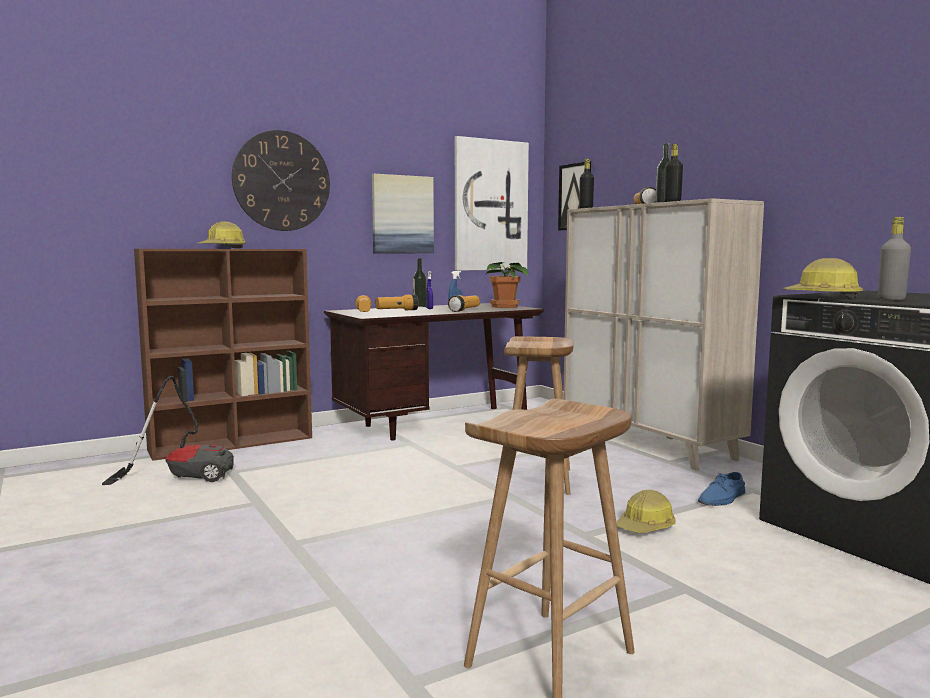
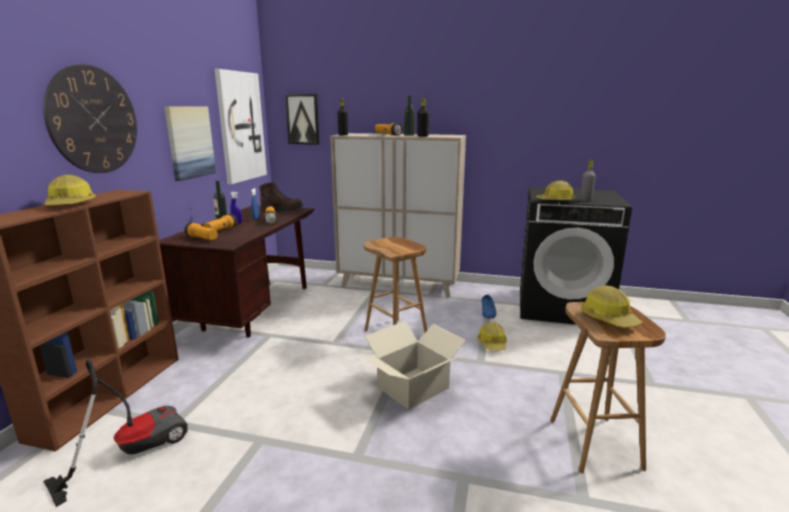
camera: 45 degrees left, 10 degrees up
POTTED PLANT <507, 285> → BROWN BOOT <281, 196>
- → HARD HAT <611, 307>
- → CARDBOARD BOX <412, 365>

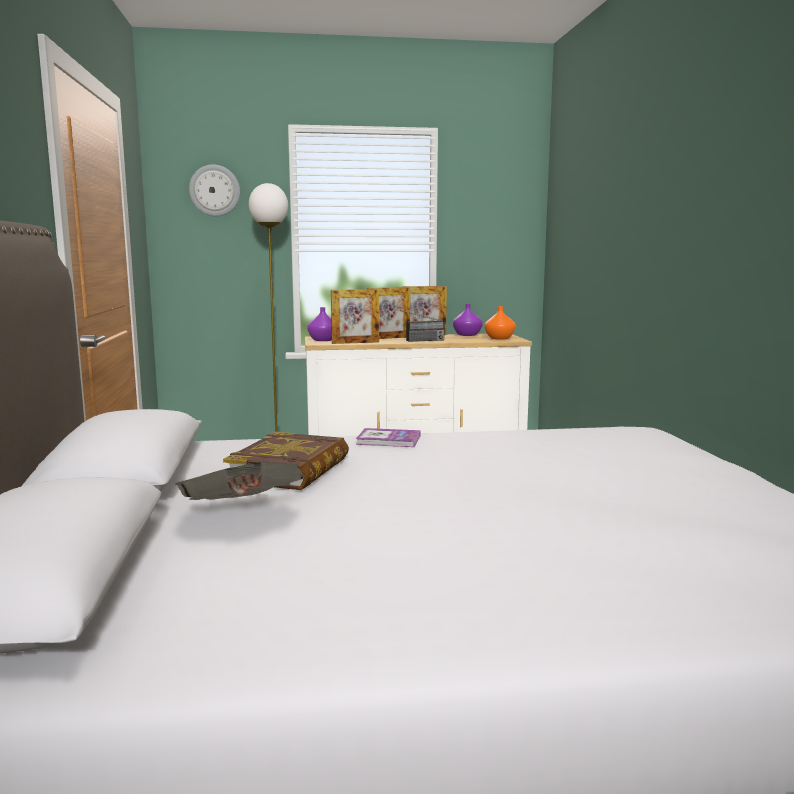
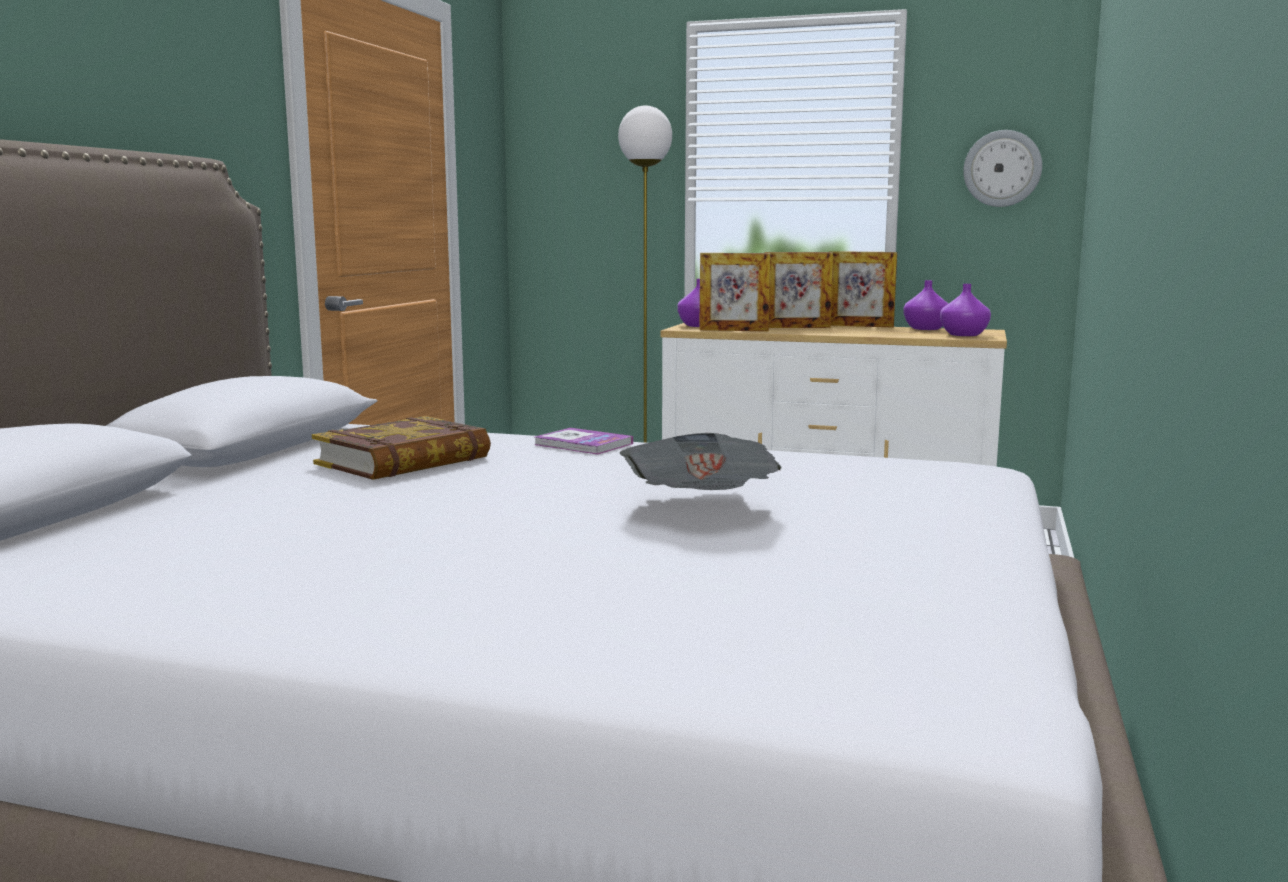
camera: 25 degrees right, 0 degrees up
WALL CLOCK <214, 190> → WALL CLOCK <1002, 168>, shifted
ORANGE VASE <500, 323> → PURPLE VASE <965, 310>
RADIO <416, 324> → -
NEWSPAPER <239, 481> → NEWSPAPER <700, 461>, shifted

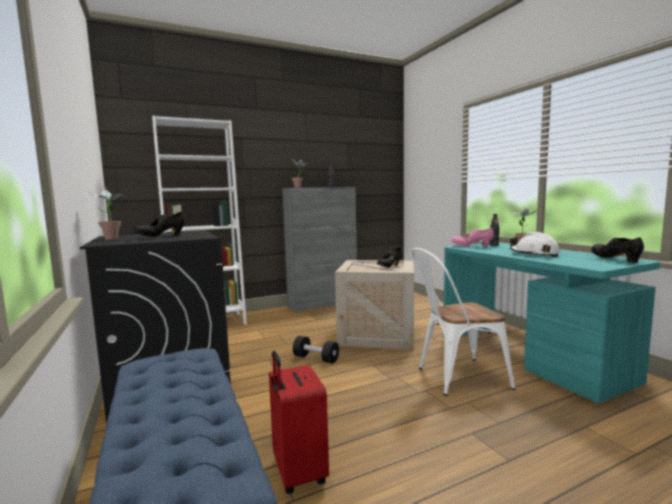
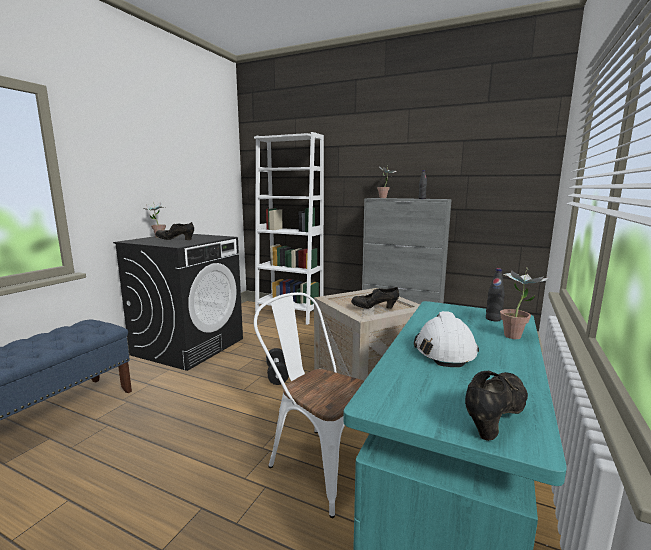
camera: 50 degrees right, 5 degrees up
PINK SHOE <472, 237> → -
RED SUITCASE <299, 422> → -

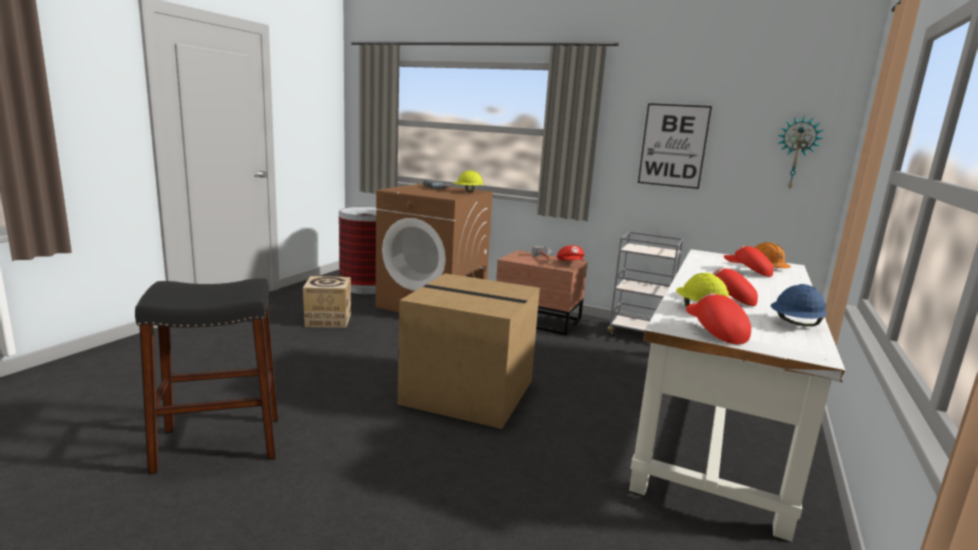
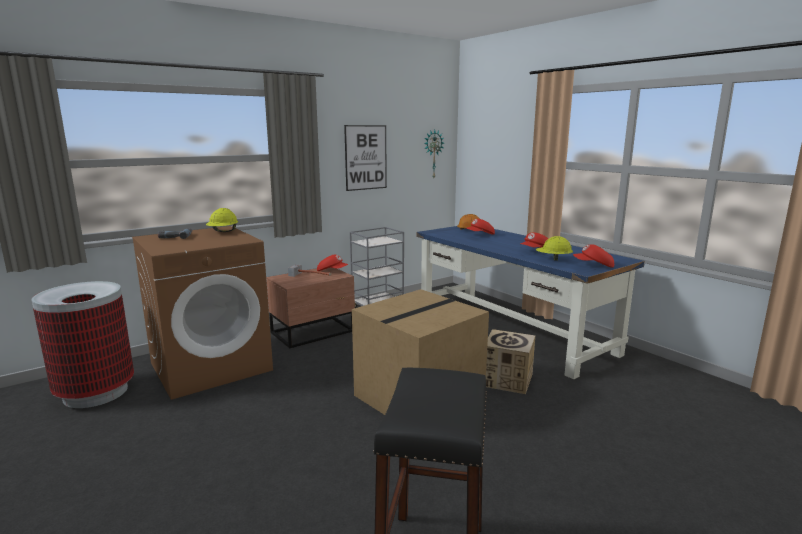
camera: 60 degrees left, 0 degrees up
WHITE DESK <737, 395> → BLUE DESK <531, 303>
CARDBOARD BOX <327, 302> → CARDBOARD BOX <510, 361>, shifted
BLUE HARD HAT <799, 305> → -

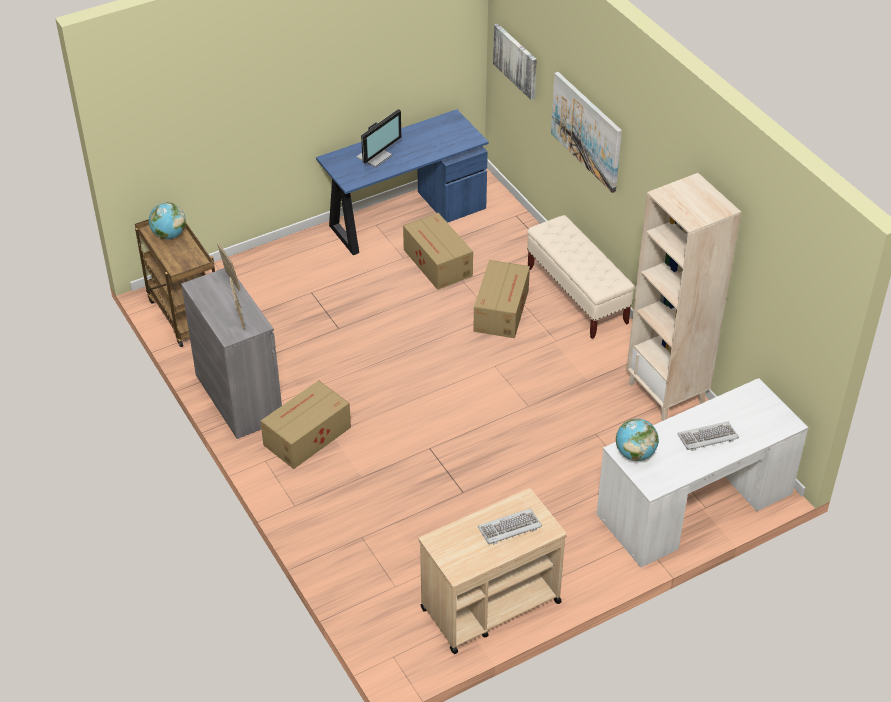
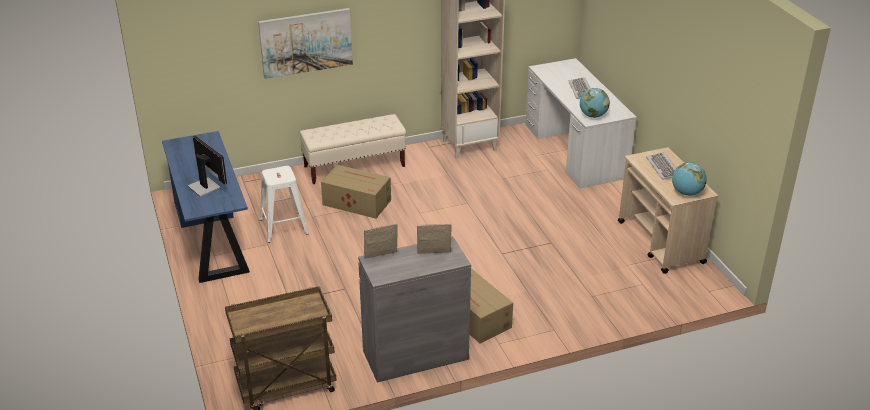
camera: 80 degrees left, 10 degrees down
PICTURE <515, 62> → -
GLOBE <167, 220> → GLOBE <689, 179>, shifted
CARDBOARD BOX <438, 251> → WHITE STOOL <284, 204>

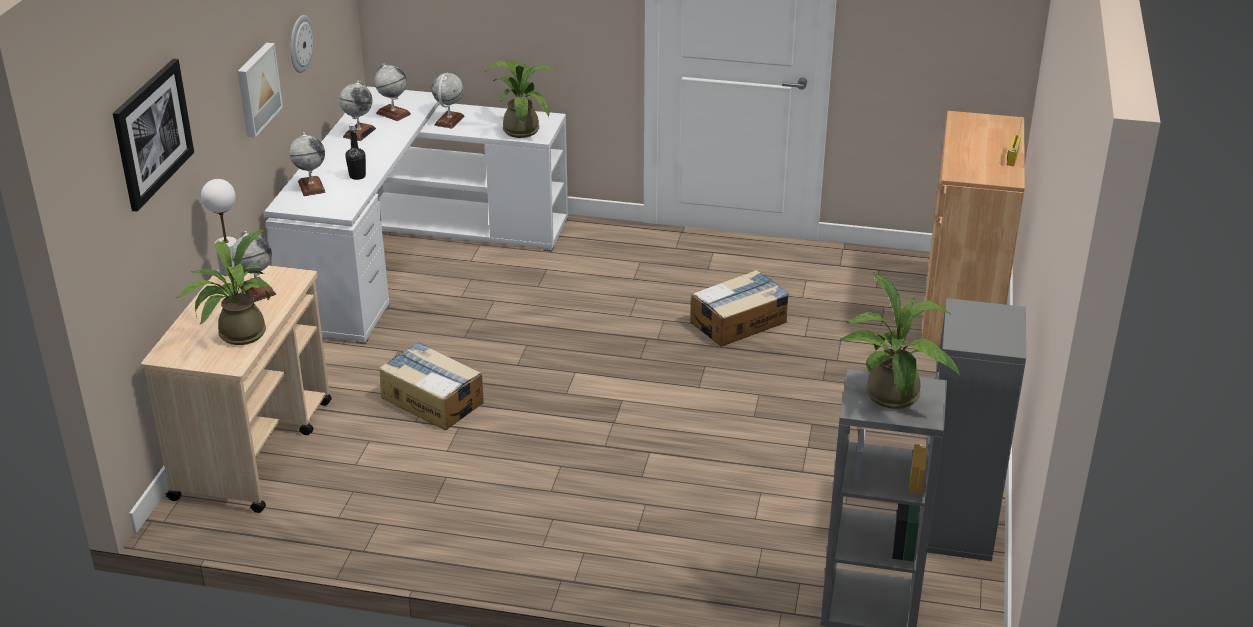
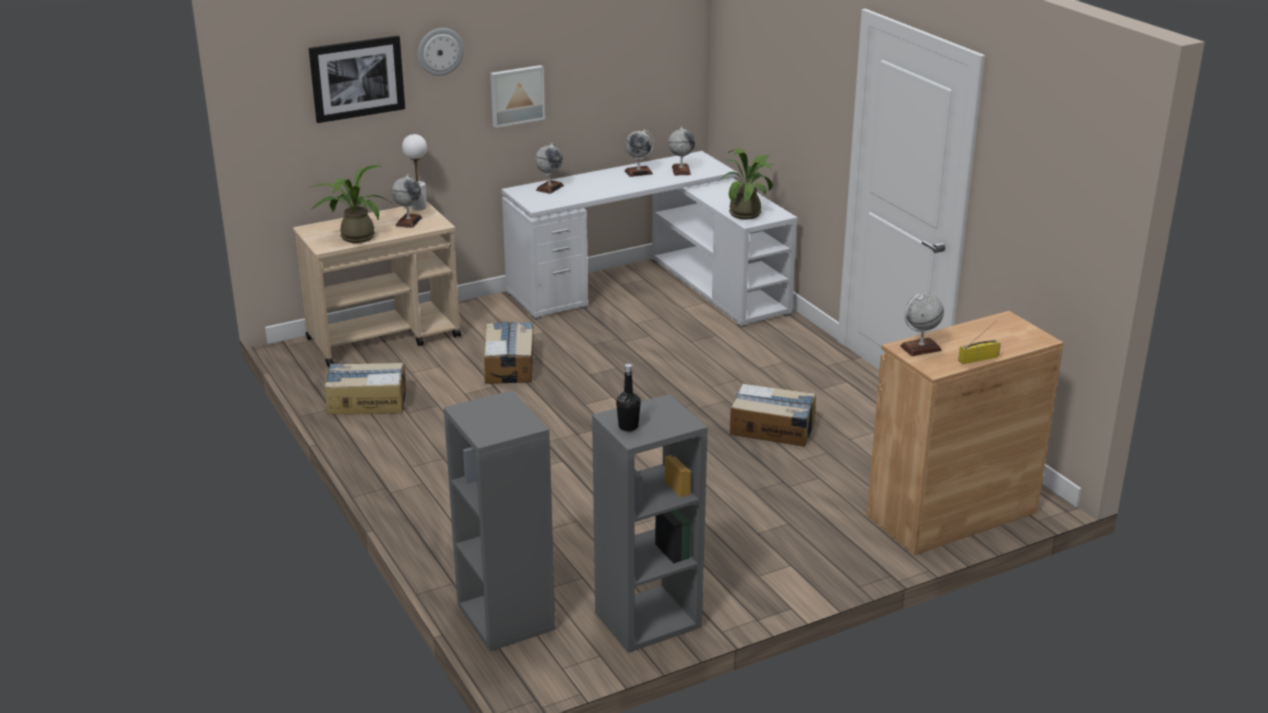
camera: 50 degrees right, 5 degrees down
WALL CLOCK <302, 44> → WALL CLOCK <441, 52>, shifted
GLOBE <448, 100> → GLOBE <922, 324>, shifted
BLACK BOTTLE <355, 152> → BLACK BOTTLE <628, 397>, shifted
POTTED PLANT <900, 340> → -
- → CARDBOARD BOX <365, 389>

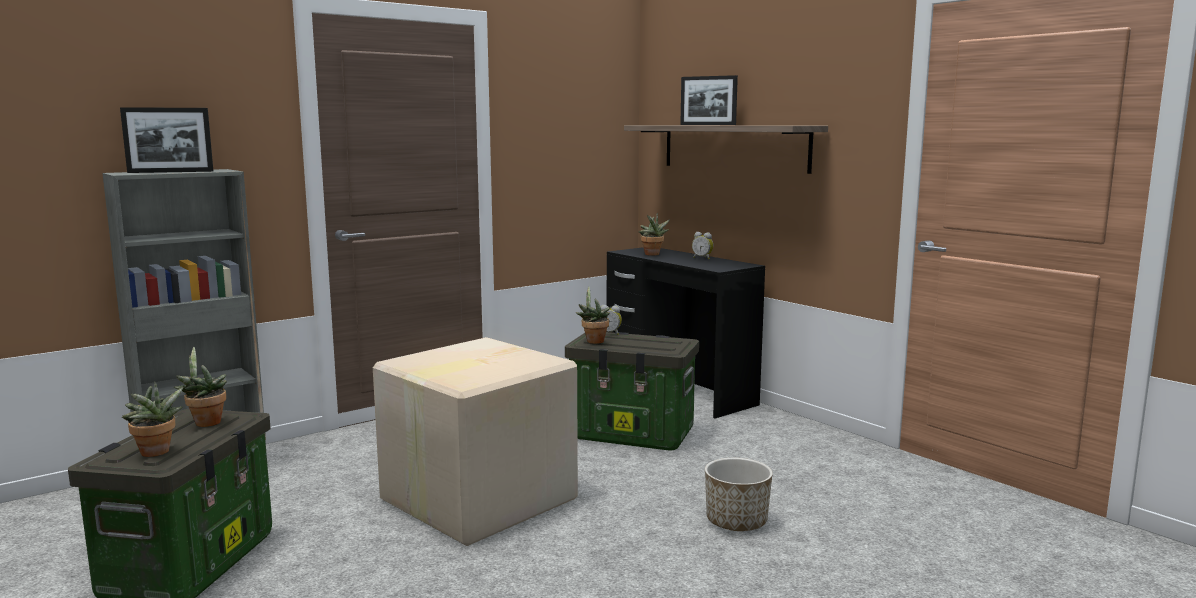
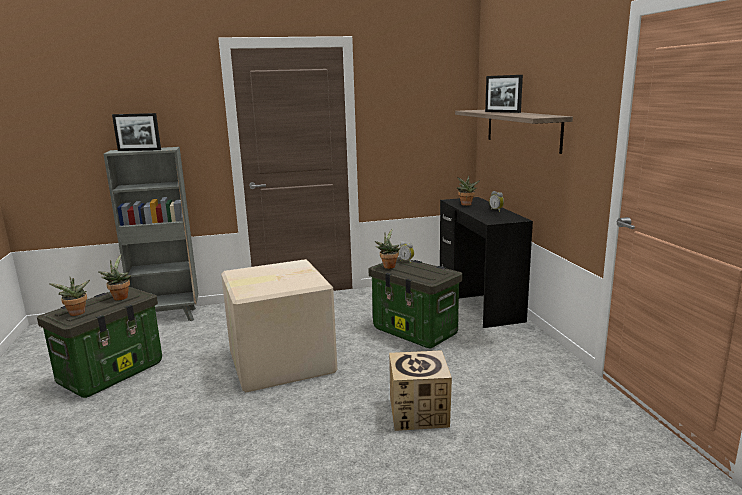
camera: 25 degrees right, 5 degrees up
PLANTER <739, 494> → CARDBOARD BOX <420, 390>

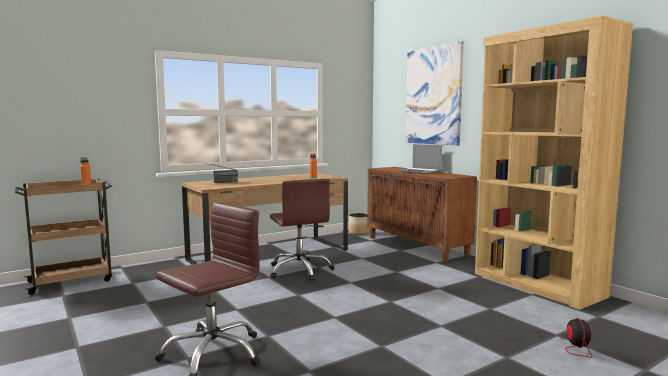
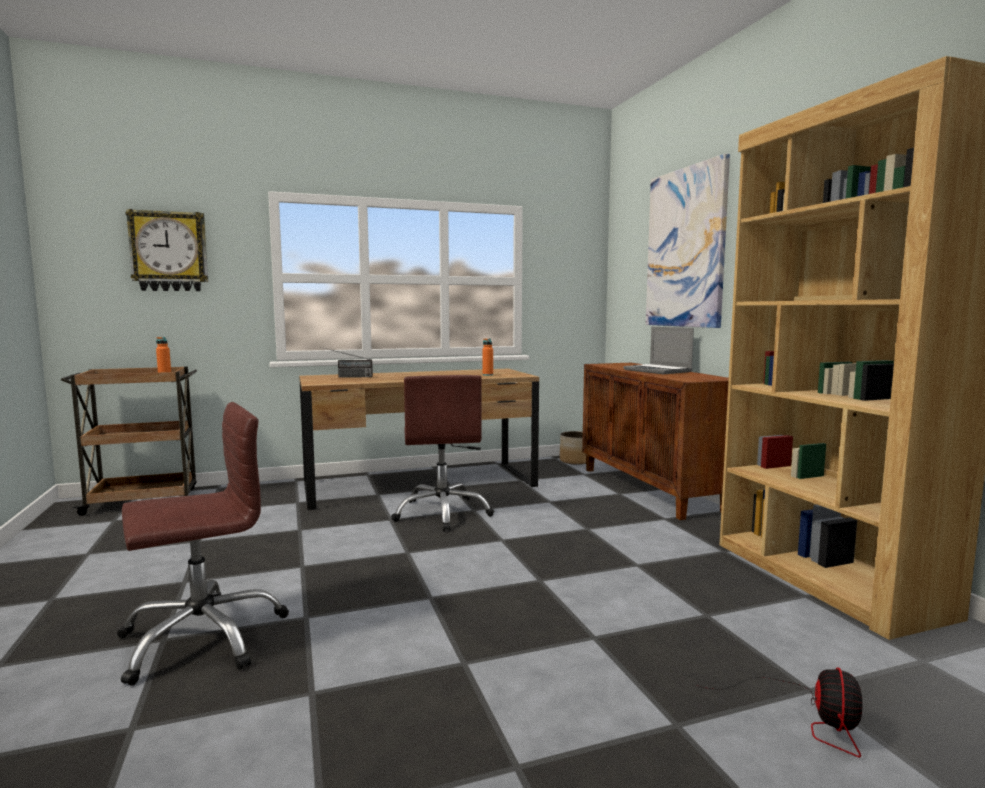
camera: 15 degrees right, 0 degrees up
- → WALL CLOCK <166, 250>

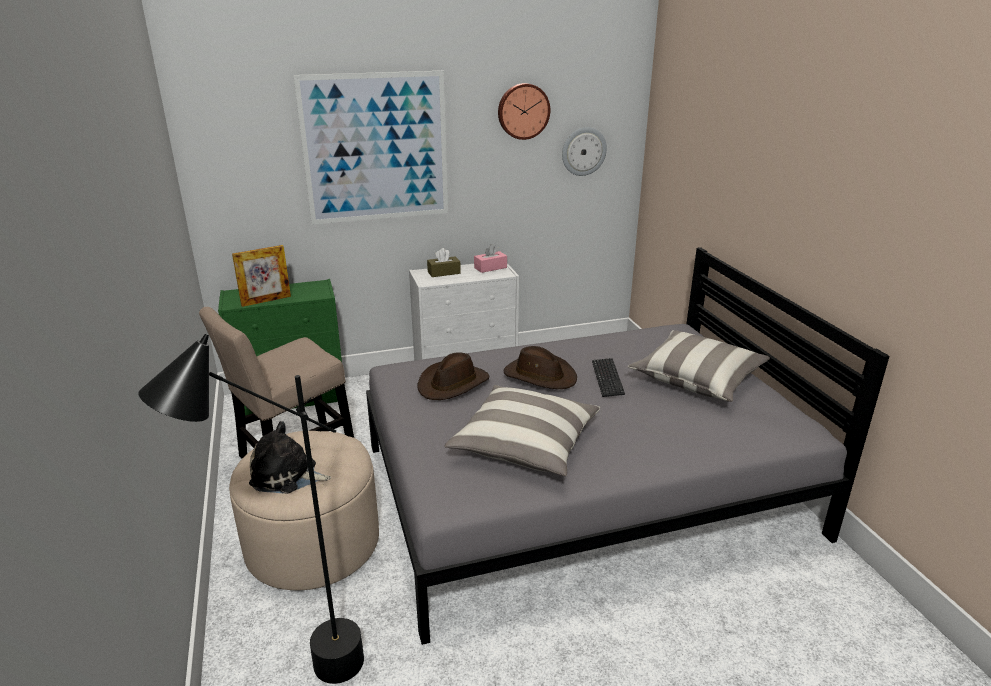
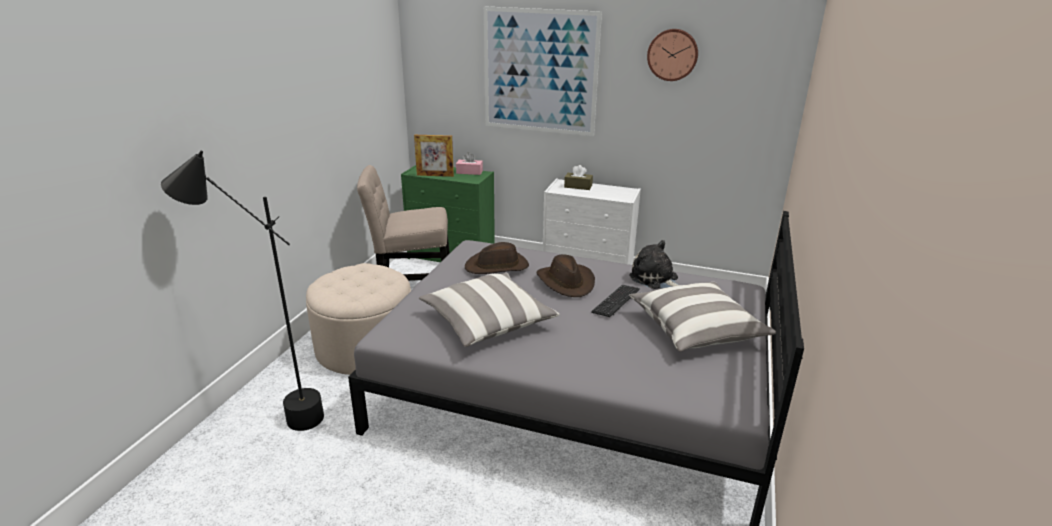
camera: 35 degrees right, 0 degrees up
WALL CLOCK <584, 151> → -
PINK TISSUE BOX <490, 258> → PINK TISSUE BOX <469, 163>, shifted
PLUSH TOY <290, 457> → PLUSH TOY <654, 264>, shifted

